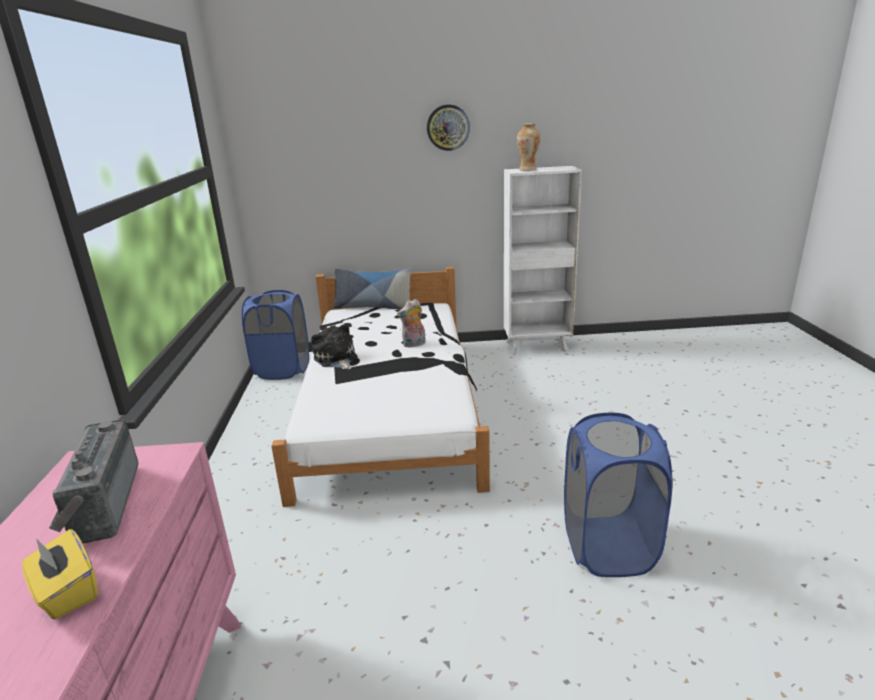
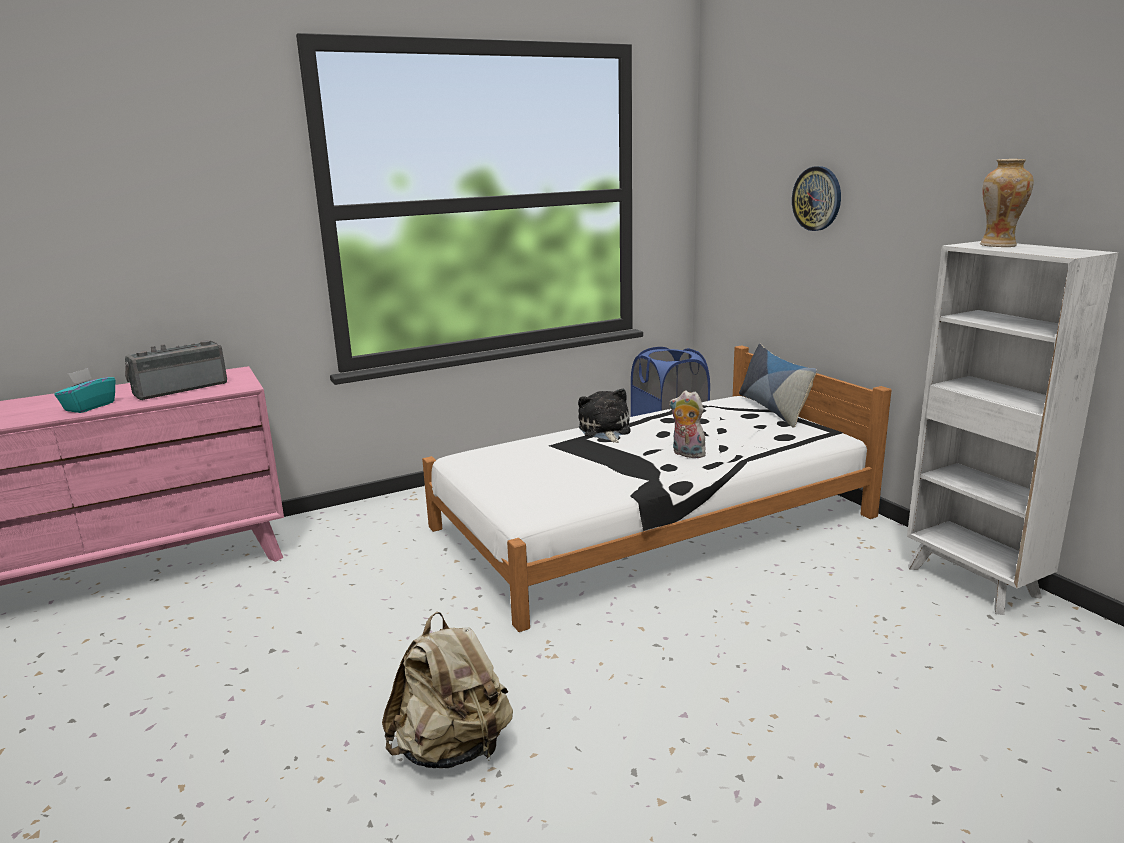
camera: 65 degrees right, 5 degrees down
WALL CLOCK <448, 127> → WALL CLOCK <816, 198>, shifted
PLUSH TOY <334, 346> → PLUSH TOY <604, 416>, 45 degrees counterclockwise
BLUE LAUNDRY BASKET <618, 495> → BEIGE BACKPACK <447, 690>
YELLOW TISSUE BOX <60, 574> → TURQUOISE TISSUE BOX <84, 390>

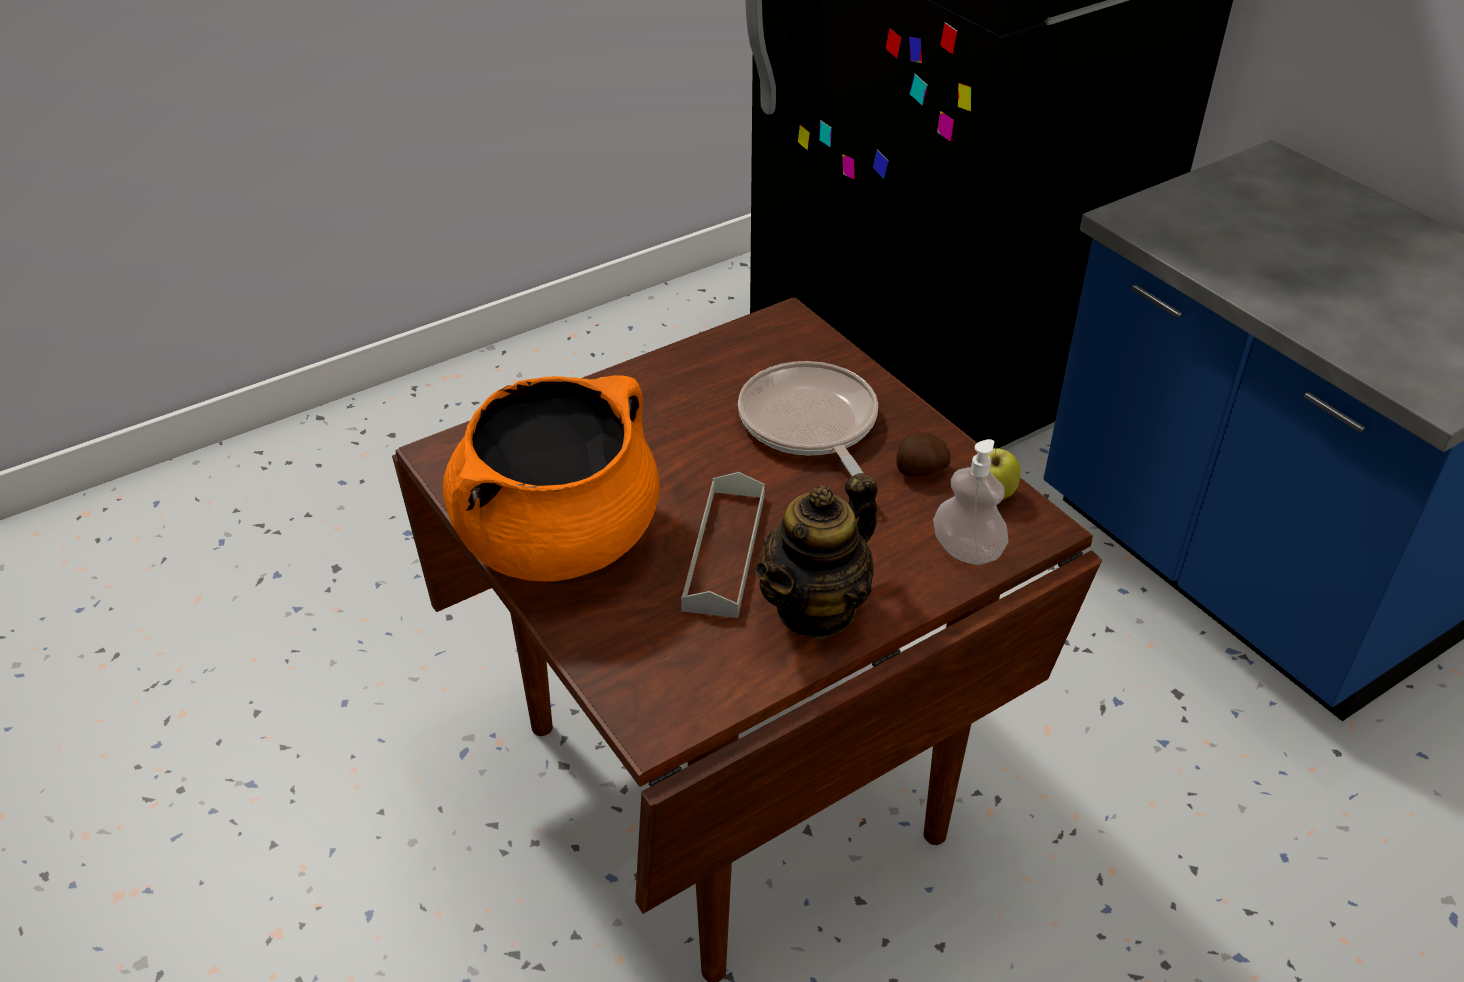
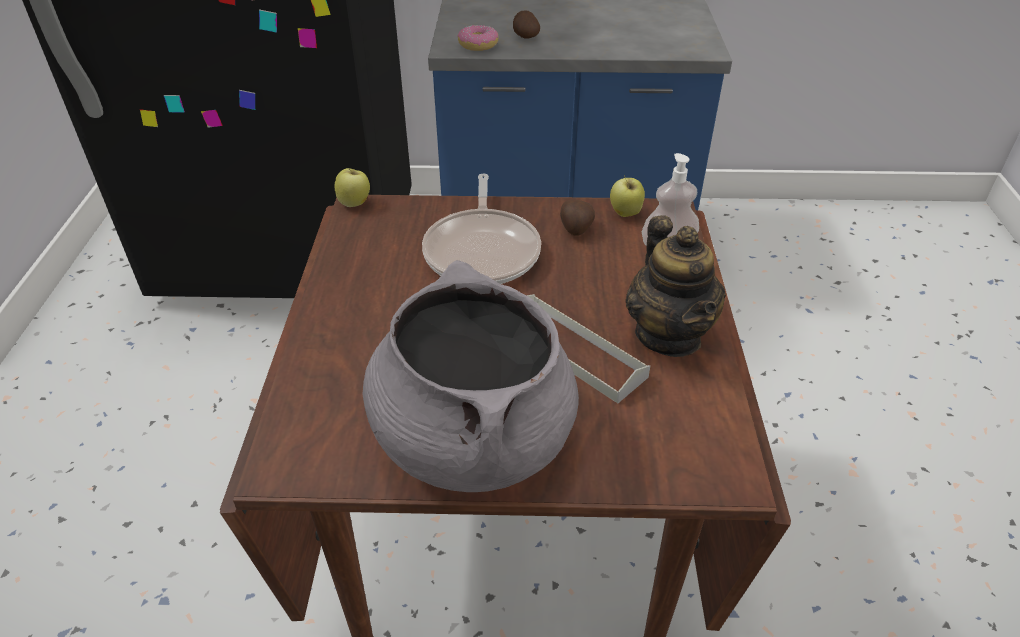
camera: 55 degrees left, 0 degrees up
FRYING PAN <808, 419> → FRYING PAN <481, 229>, 105 degrees counterclockwise
ORANGE COOKING POT <551, 478> → GREY COOKING POT <471, 376>
- → POTATO <526, 24>
- → DONUT <478, 38>
- → APPLE <352, 187>

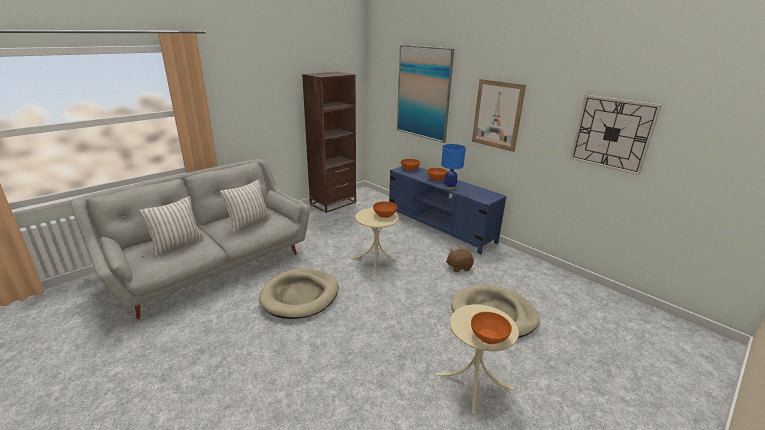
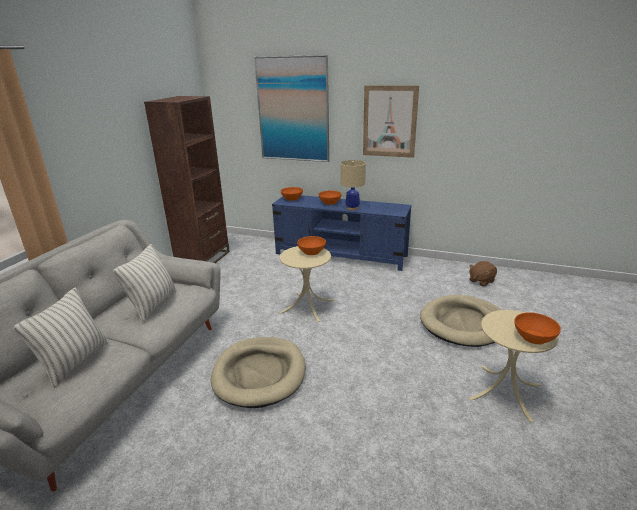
camera: 25 degrees left, 0 degrees up
WALL CLOCK <616, 135> → -
BLUE TABLE LAMP <453, 166> → BEIGE TABLE LAMP <353, 185>
BROWN PLUSH TOY <460, 260> → BROWN PLUSH TOY <483, 274>, shifted

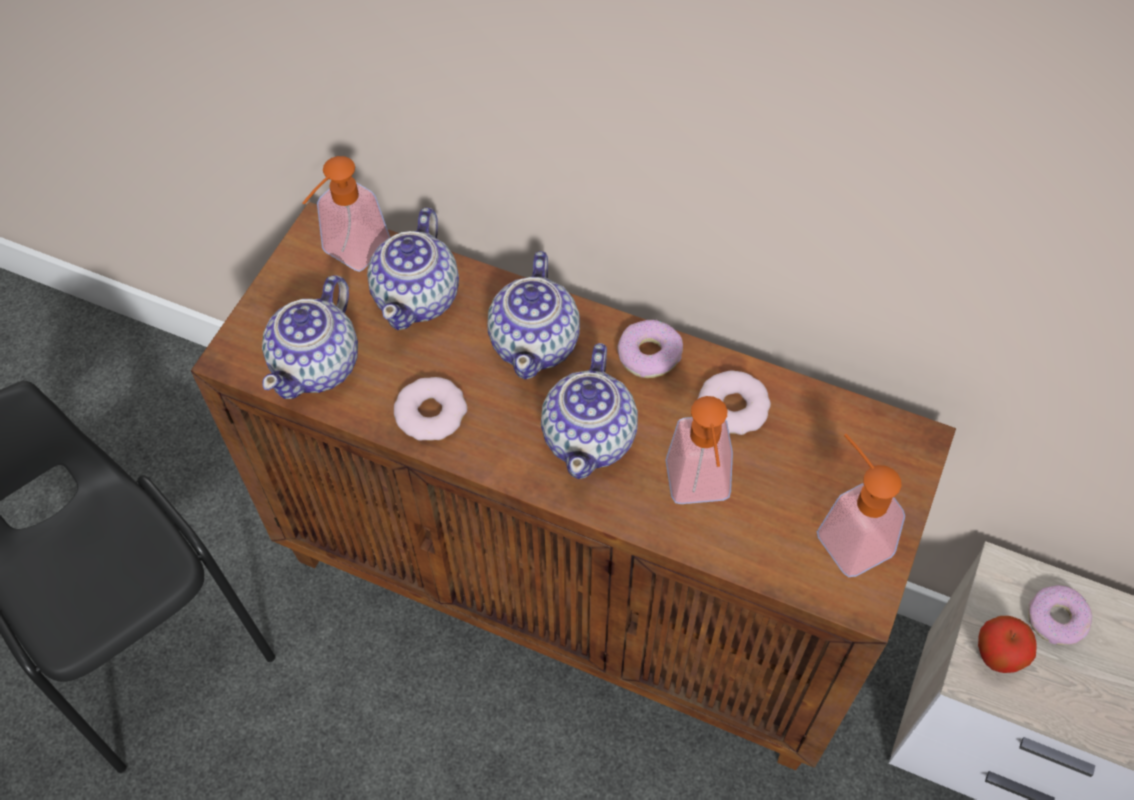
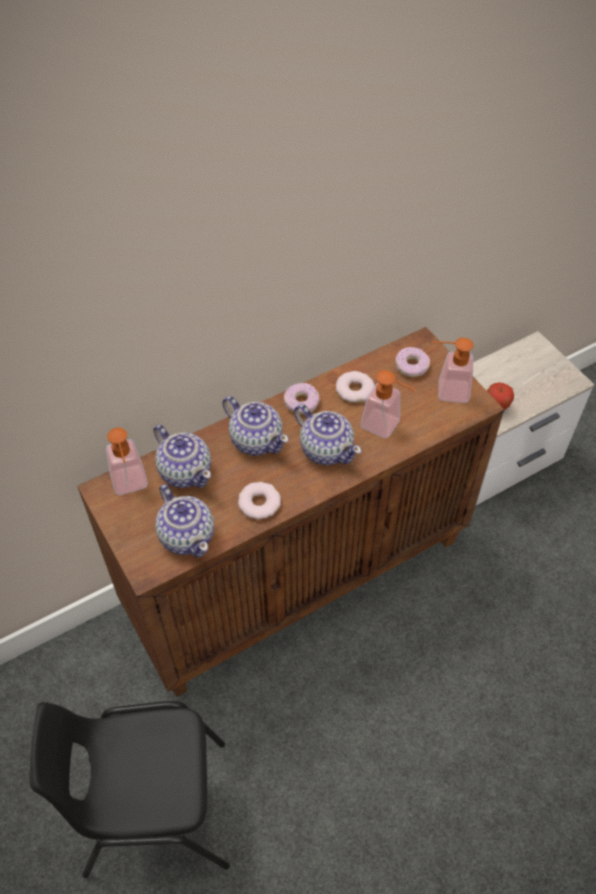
camera: 55 degrees left, 5 degrees down
DONUT <1060, 615> → DONUT <412, 362>, shifted

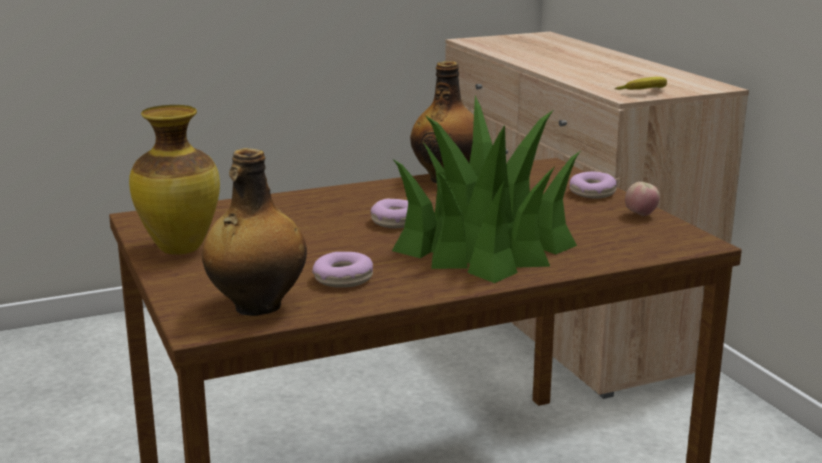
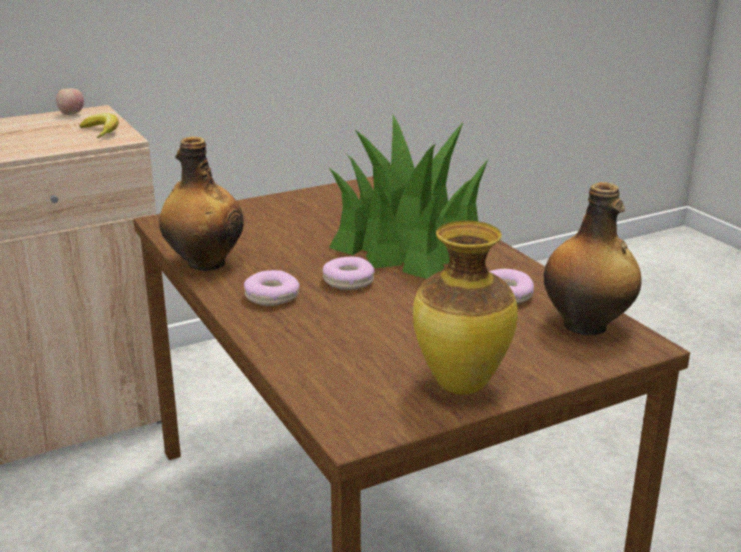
camera: 95 degrees left, 5 degrees up
DONUT <593, 185> → DONUT <272, 288>, shifted
APPLE <642, 199> → APPLE <70, 102>, shifted

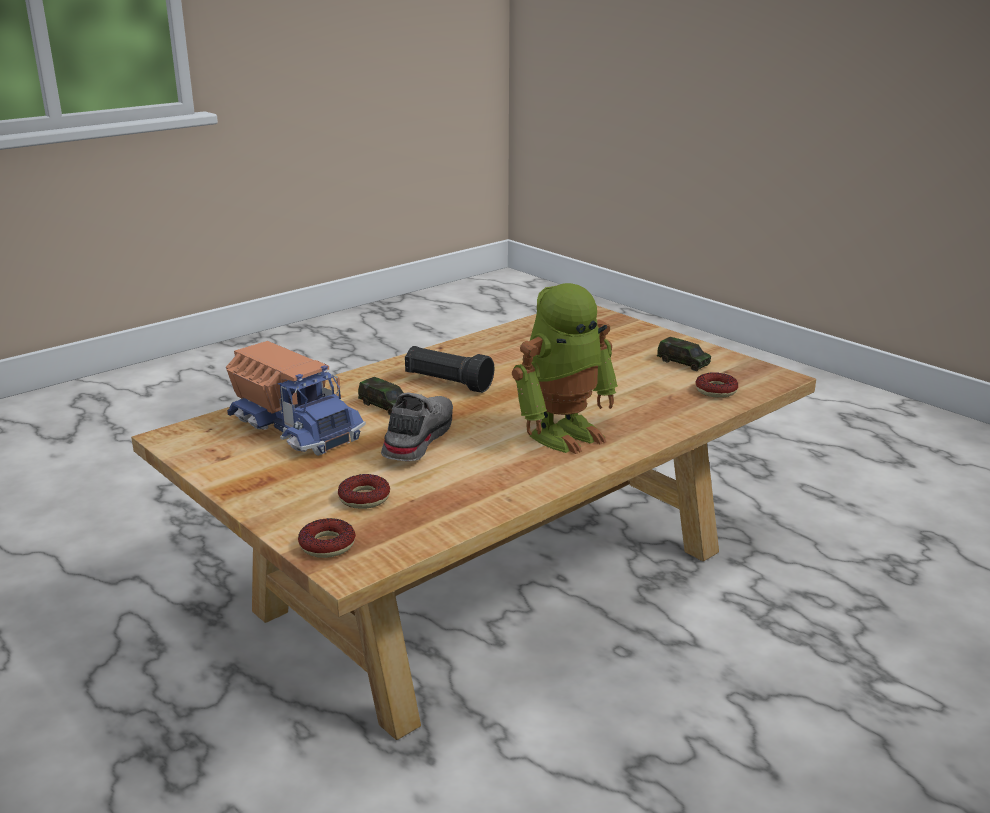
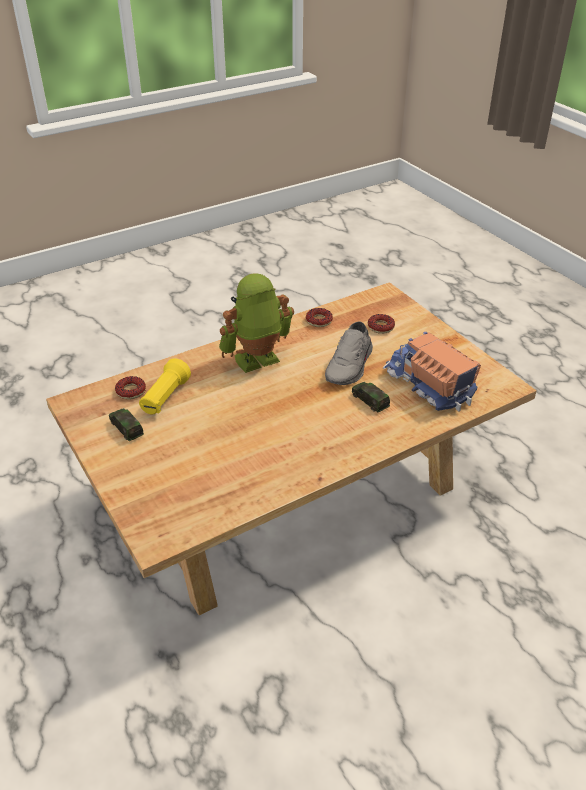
camera: 170 degrees left, 15 degrees up
BLACK FLASHLIGHT <449, 369> → -
DONUT <327, 538> → DONUT <319, 317>, shifted
- → YELLOW FLASHLIGHT <165, 386>

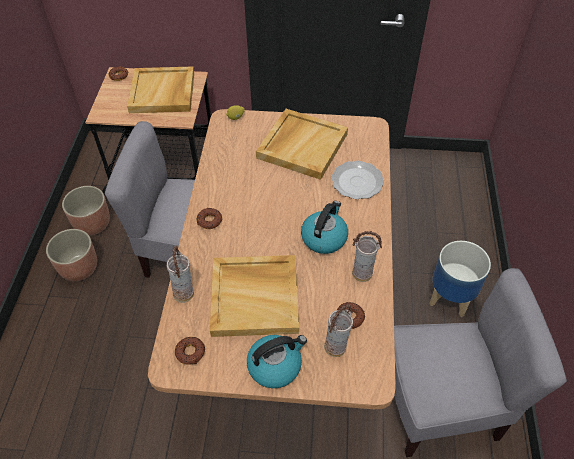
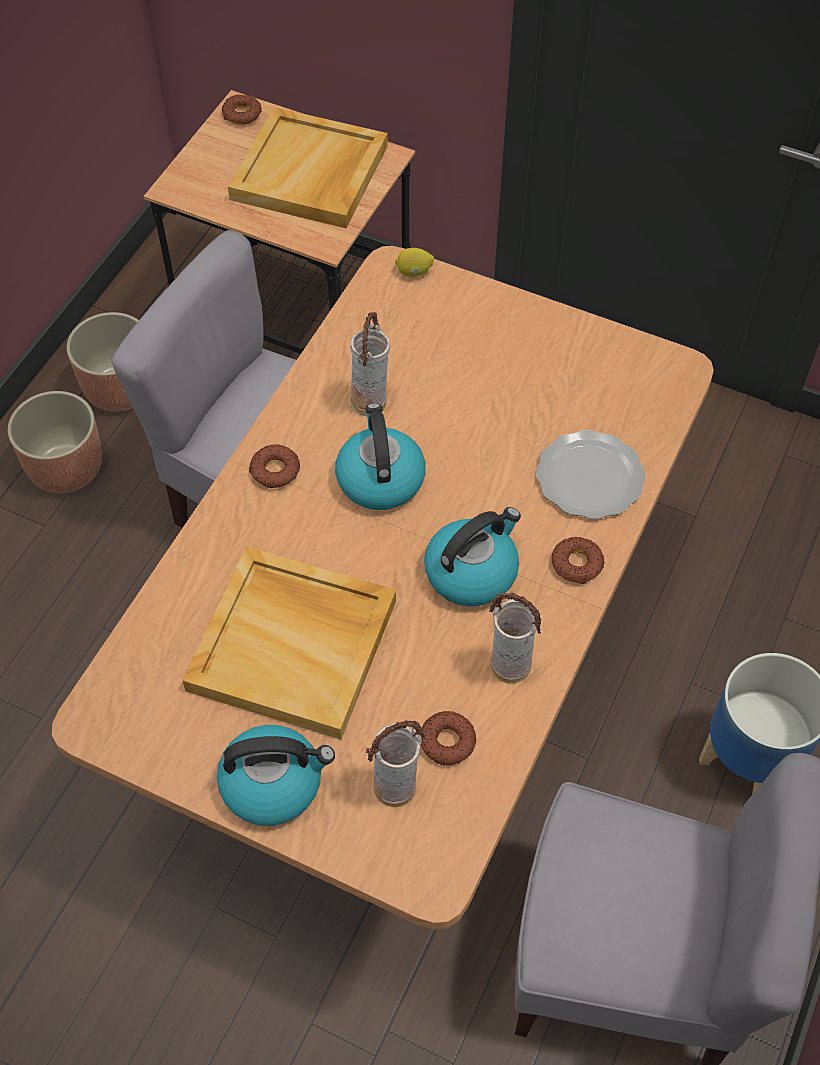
camera: 20 degrees right, 5 degrees up
BEIGE TRAY <302, 144> → -
VASE <180, 274> → VASE <370, 364>, shifted
DONUT <190, 351> → DONUT <578, 560>, shifted
- → KETTLE <380, 456>

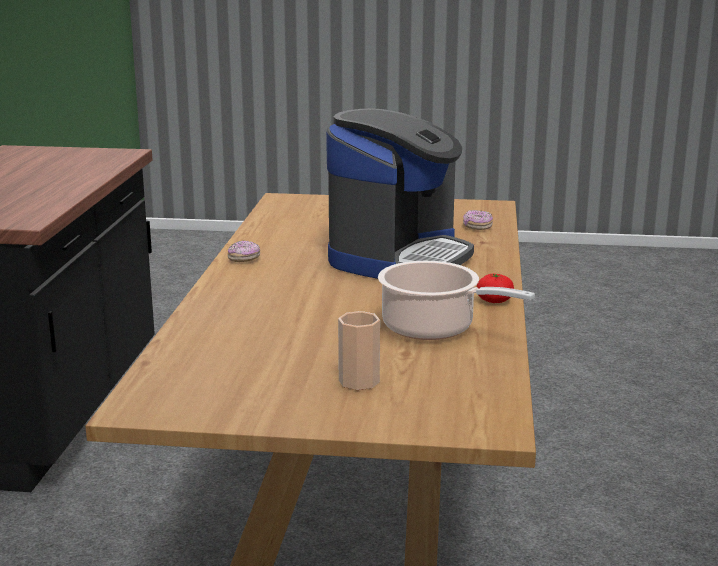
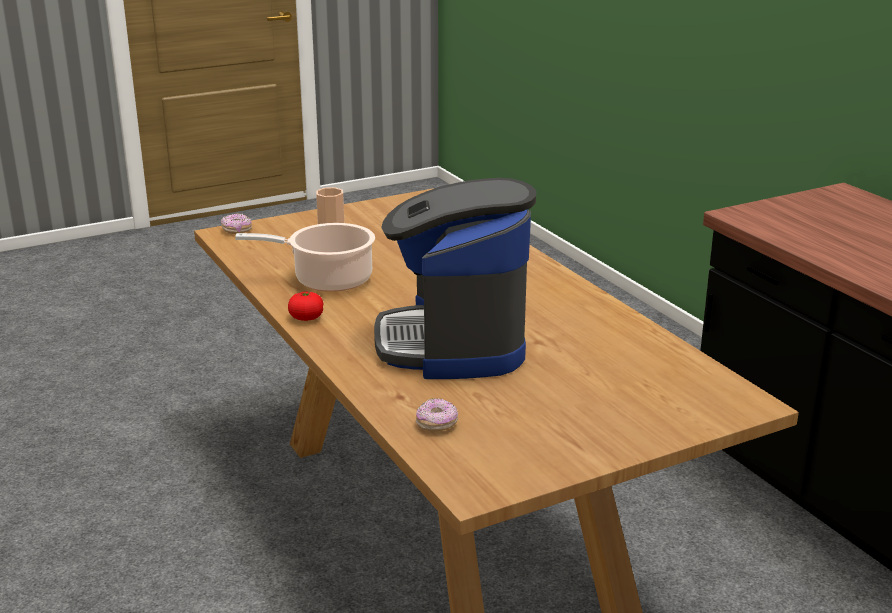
camera: 145 degrees right, 5 degrees up
DONUT <244, 251> → DONUT <236, 223>, shifted

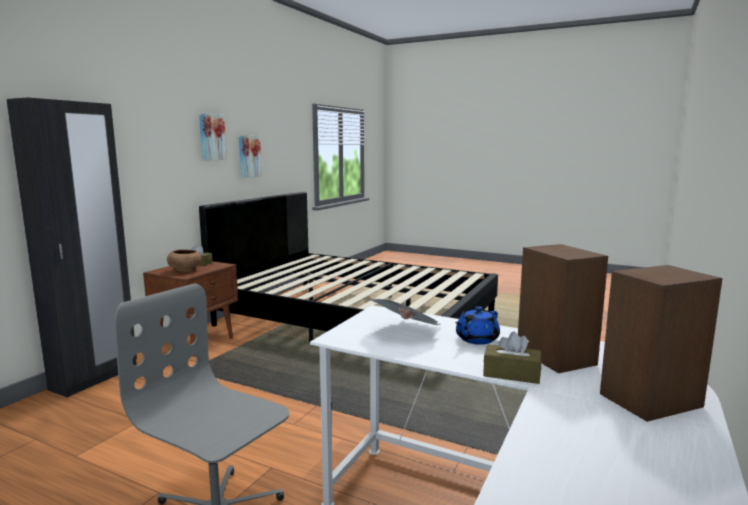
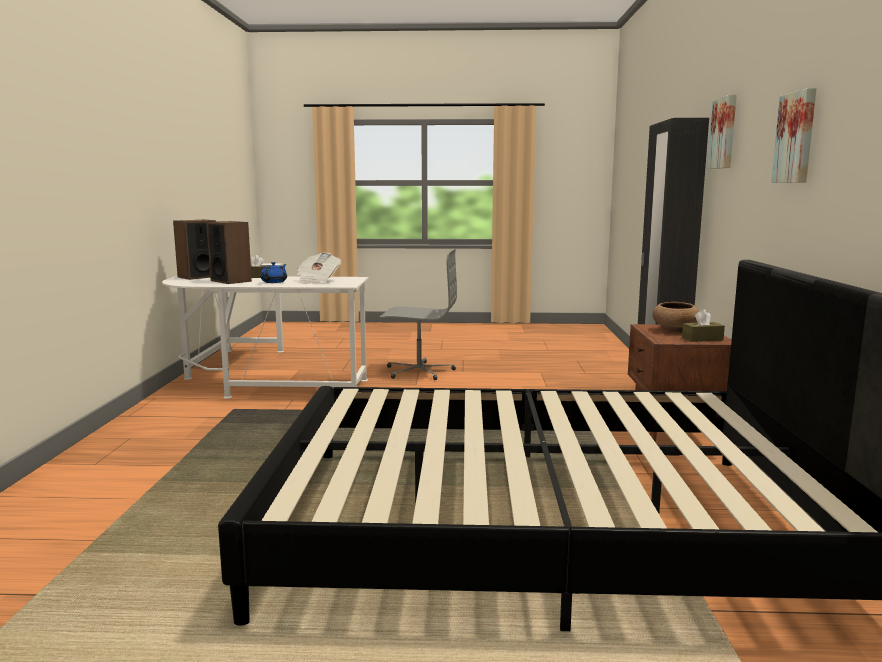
camera: 155 degrees right, 0 degrees up
PICTURE <250, 156> → PICTURE <722, 132>, shifted

